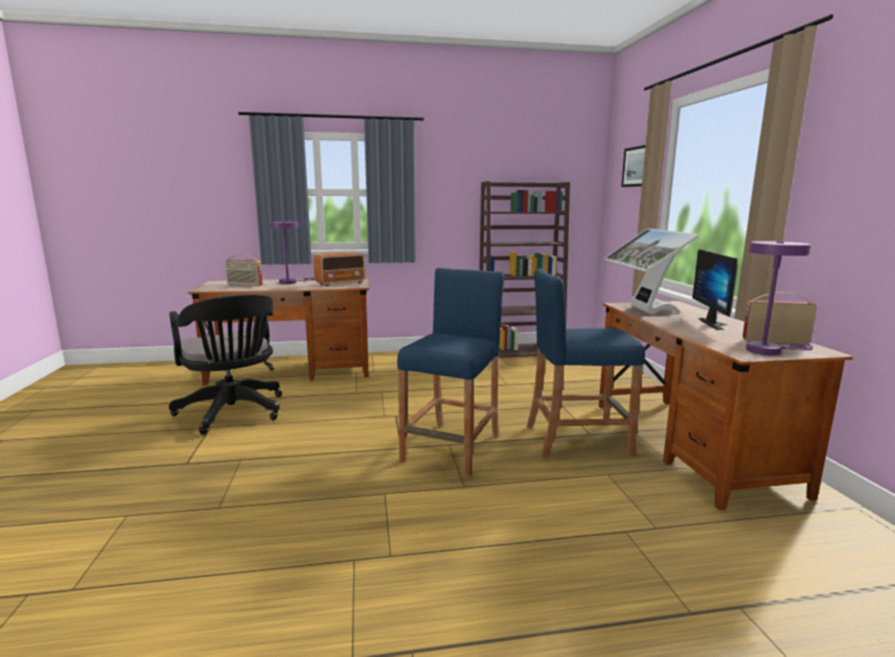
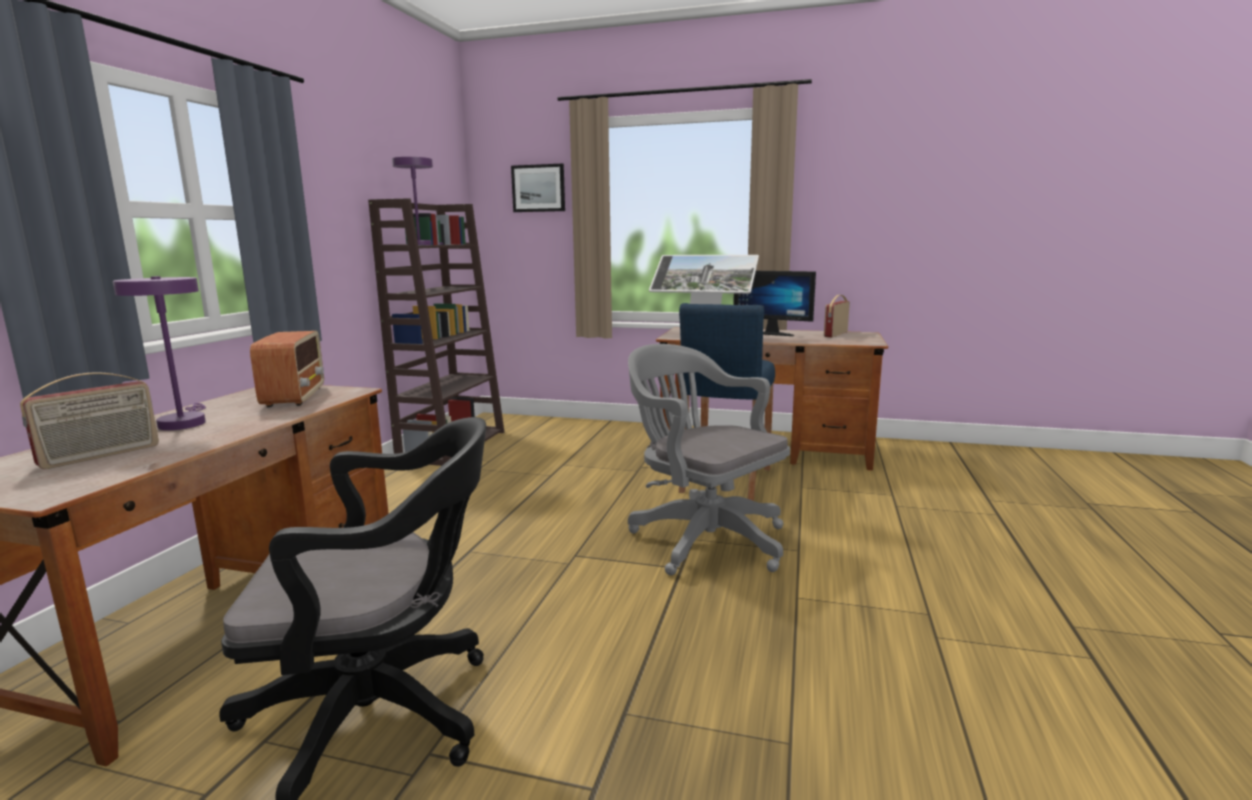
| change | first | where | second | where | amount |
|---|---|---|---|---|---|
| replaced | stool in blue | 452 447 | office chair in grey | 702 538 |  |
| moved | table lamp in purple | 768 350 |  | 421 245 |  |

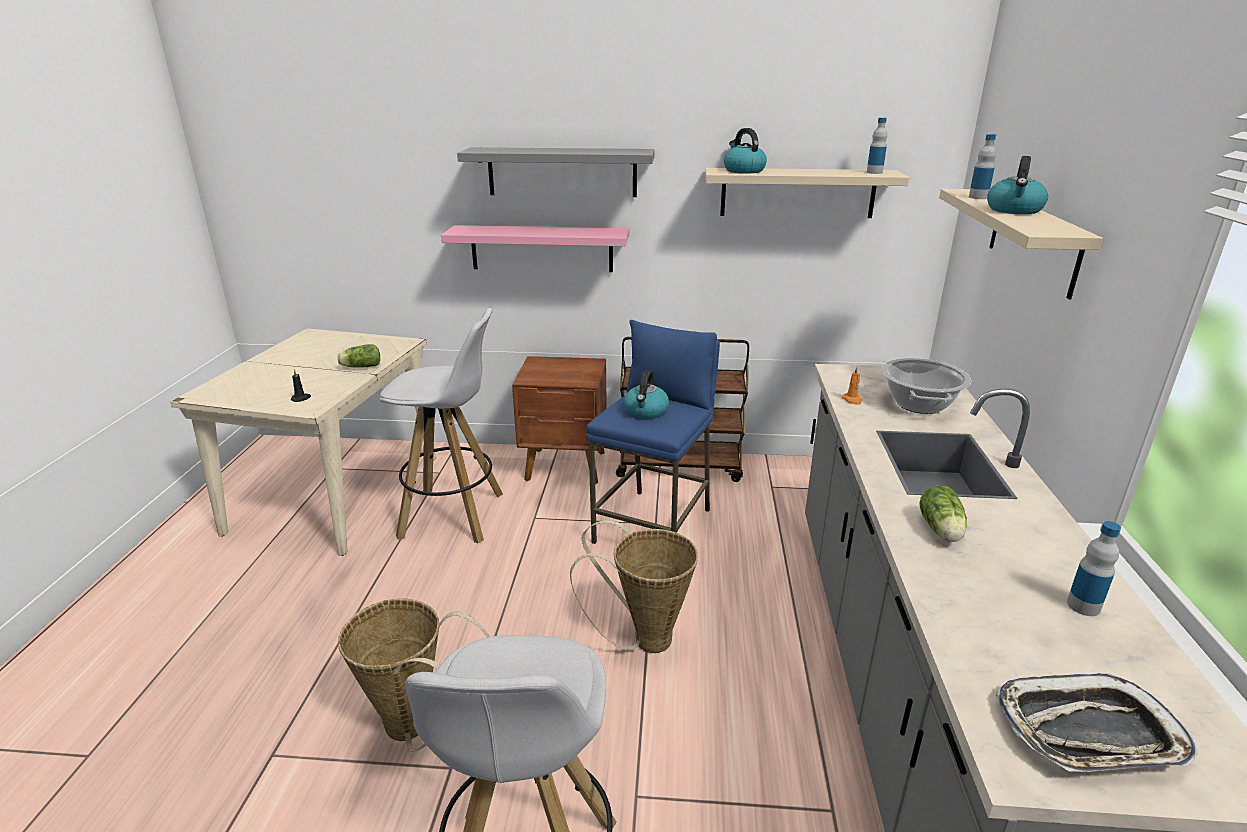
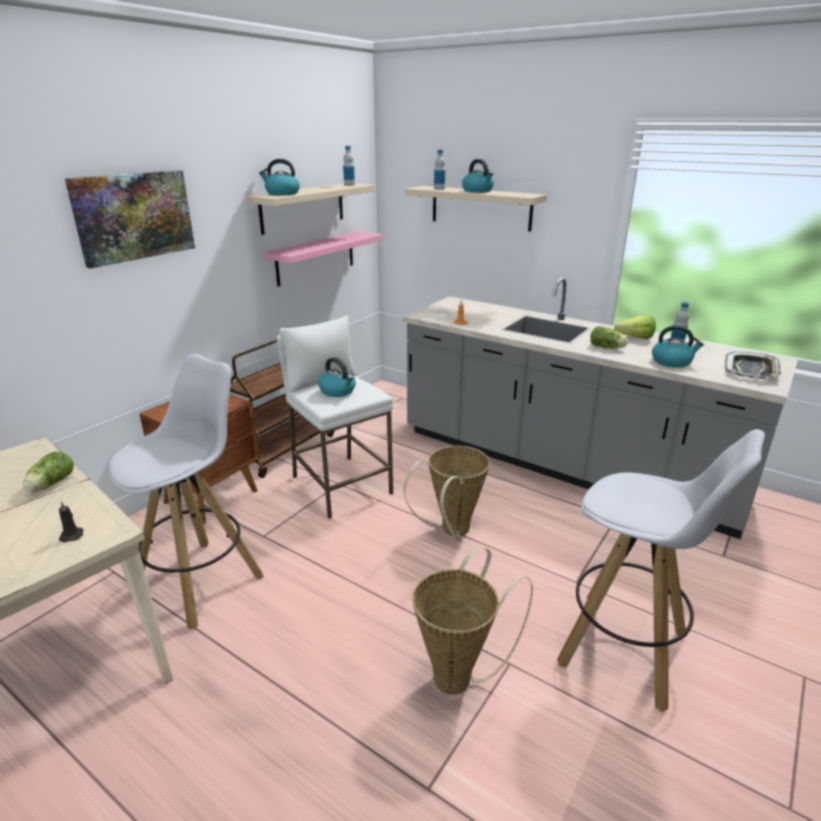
| change | first | where | second | where | amount |
|---|---|---|---|---|---|
| moved | shelf in pink | 542 248 |  | 316 258 |  |
| replaced | shelf in grey | 562 172 | picture | 134 216 |  |
| recoloured | stool in blue | 654 526 | stool in white | 340 485 |  |
| removed | cooking pot | 919 404 |  |  |  |
| added |  |  | lettuce | 631 338 |  |
| added |  |  | kettle | 672 361 |  |

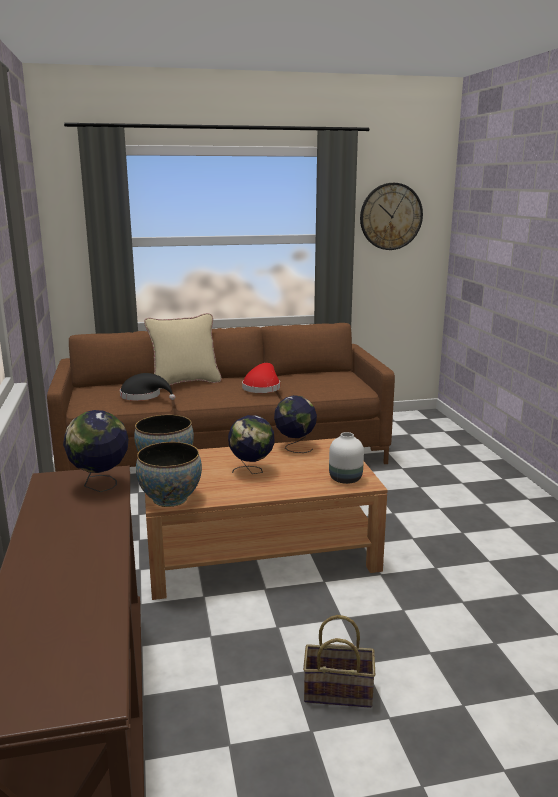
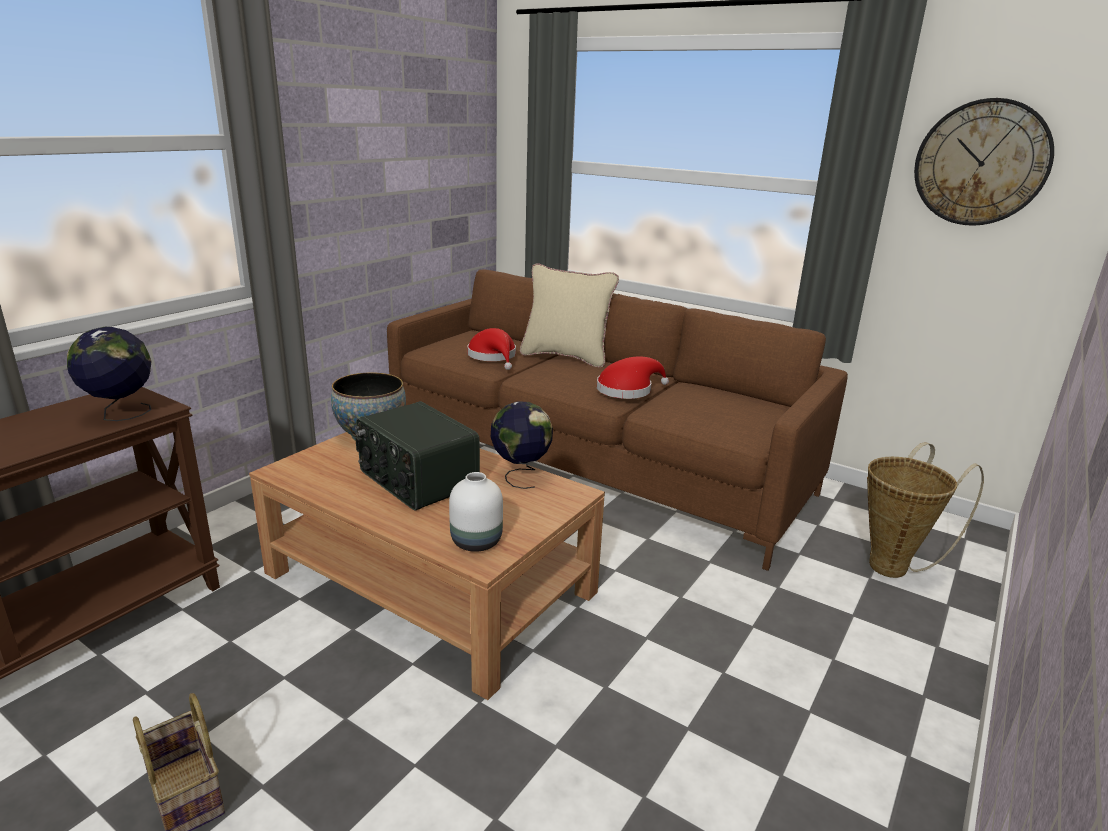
| change | first | where | second | where | amount |
|---|---|---|---|---|---|
| recoloured | hat in black | 144 396 | hat in red | 493 357 |  |
| removed | bowl | 170 499 |  |  |  |
| replaced | globe | 252 471 | radio | 417 480 |  |
| added |  |  | basket | 894 565 |  |

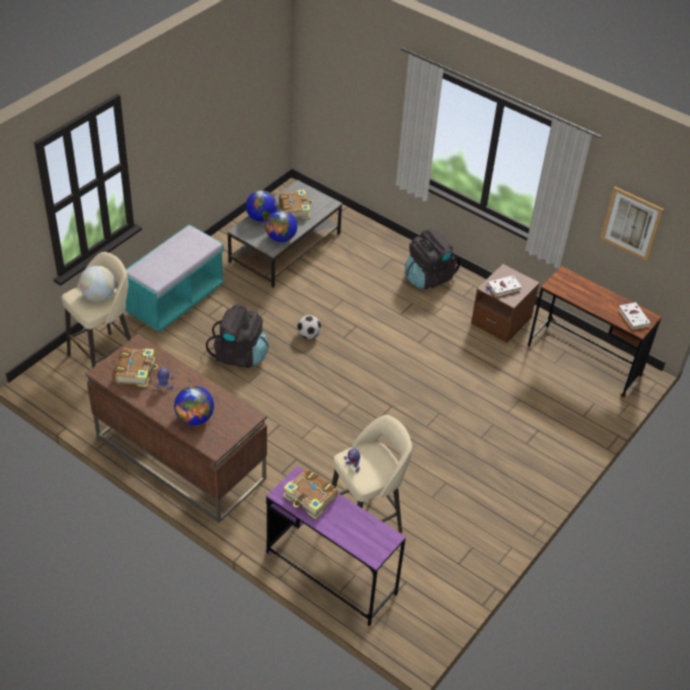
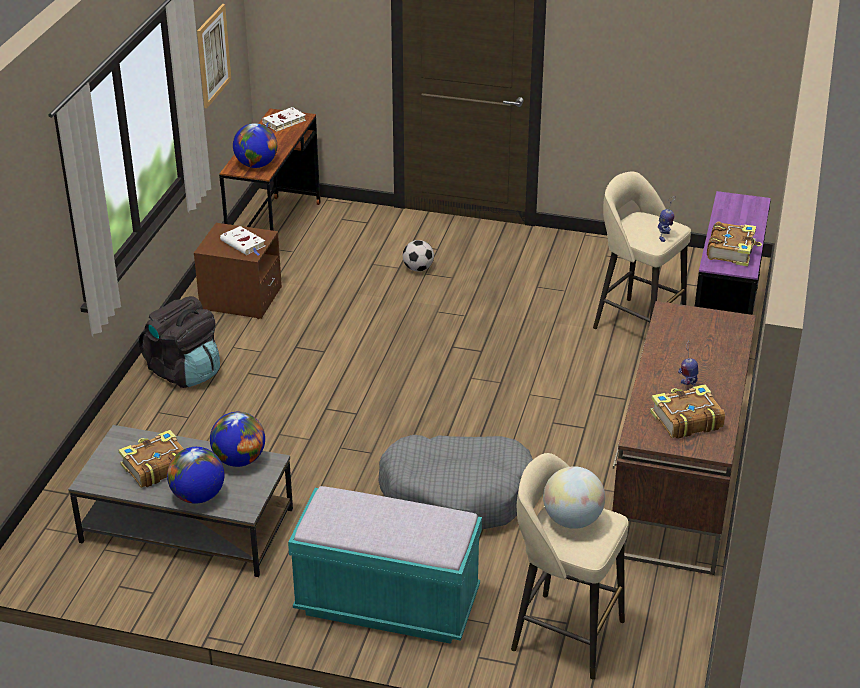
| change | first | where | second | where | amount |
|---|---|---|---|---|---|
| moved | globe | 195 418 |  | 256 165 |  |
| replaced | backpack in black | 239 355 | dog bed in grey | 458 495 |  |
| moved | football | 308 335 |  | 418 269 |  |

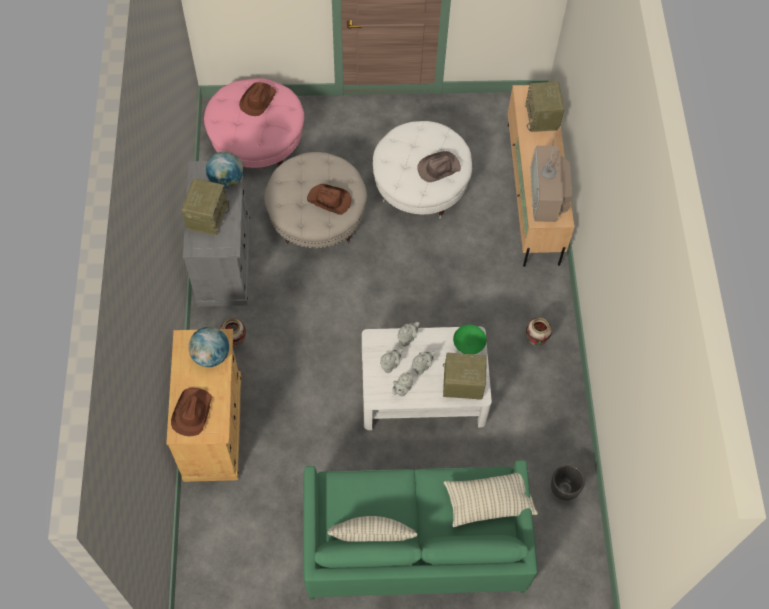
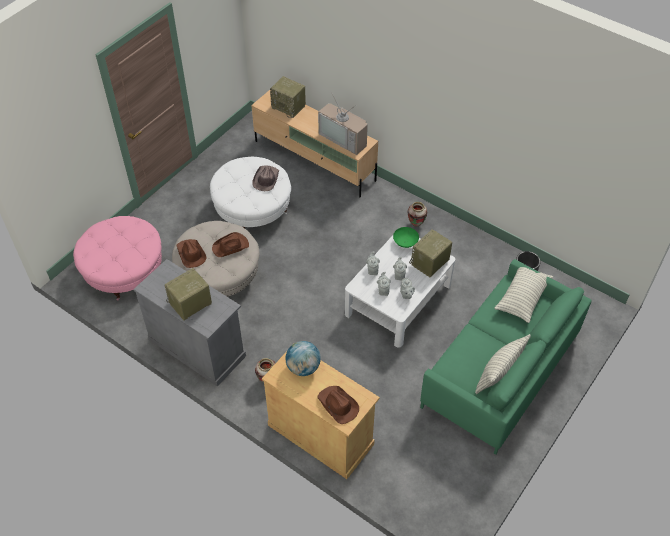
| change | first | where | second | where | amount |
|---|---|---|---|---|---|
| turned | radio | 207 216 |  | 190 304 | 90 degrees counterclockwise |
| removed | globe | 226 180 |  |  |  |
| moved | hat in brown | 258 100 |  | 191 254 |  |

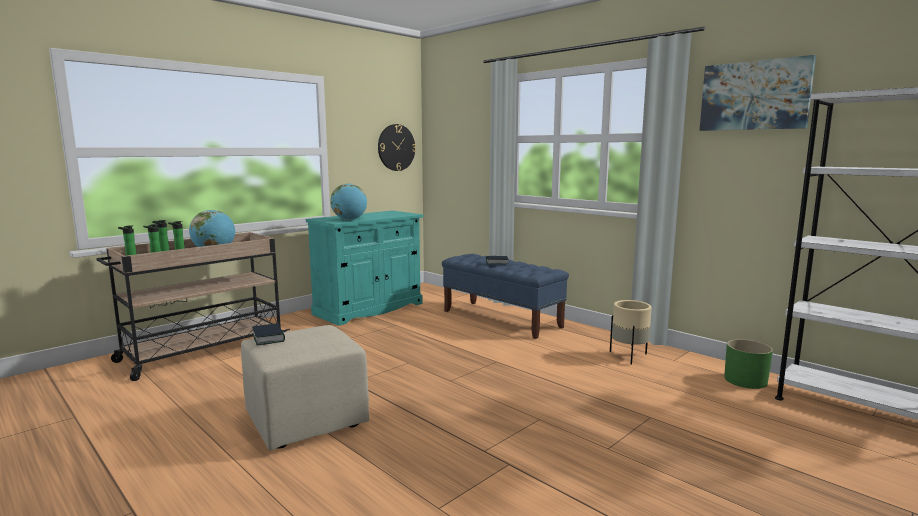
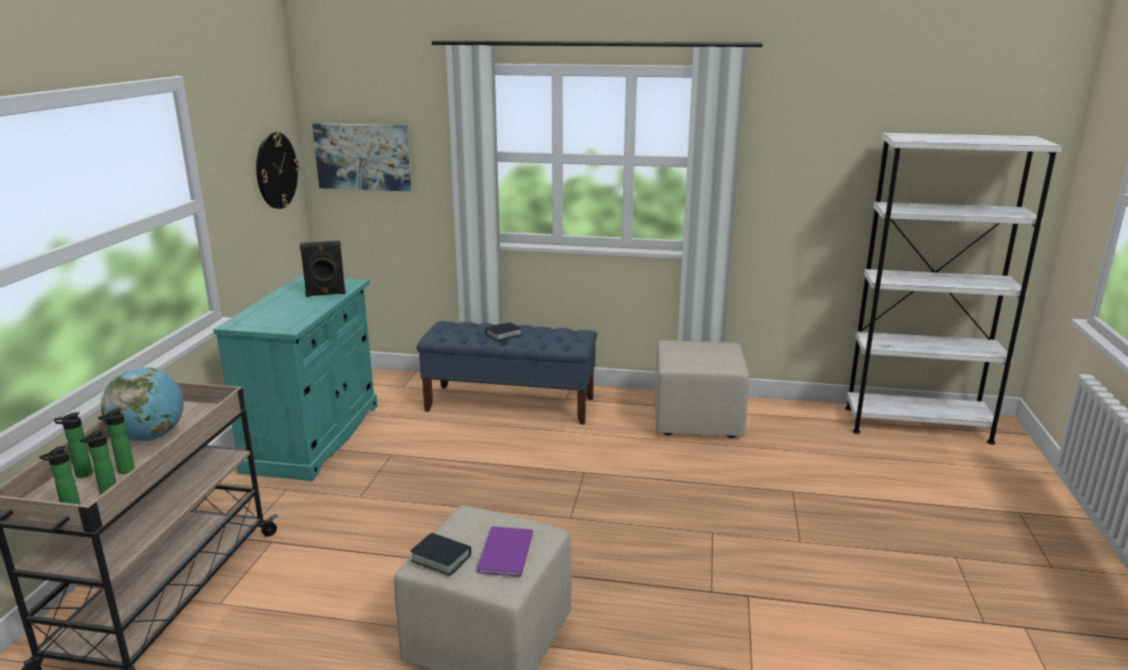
| change | first | where | second | where | amount |
|---|---|---|---|---|---|
| removed | globe | 349 220 |  |  |  |
| replaced | planter in beige | 629 356 | ottoman in beige | 698 420 |  |
| moved | picture | 754 95 |  | 363 156 |  |
| removed | planter in green | 746 380 |  |  |  |
| added |  |  | speaker in black | 325 294 |  |
| added |  |  | book in purple | 503 553 |  |

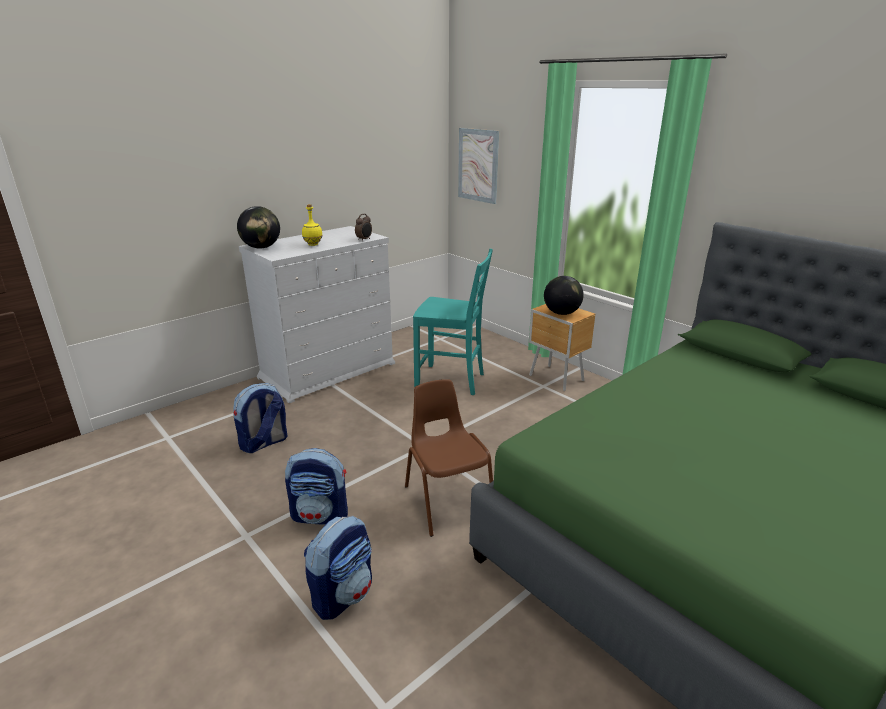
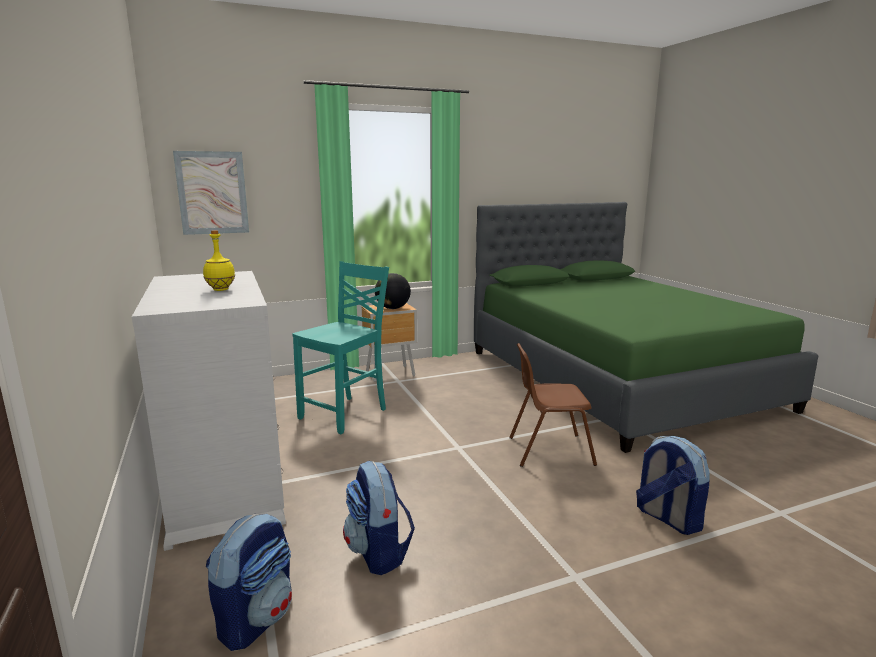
| change | first | where | second | where | amount |
|---|---|---|---|---|---|
| removed | globe | 261 247 |  |  |  |
| moved | backpack | 321 515 |  | 256 618 |  |
| removed | alarm clock | 364 239 |  |  |  |

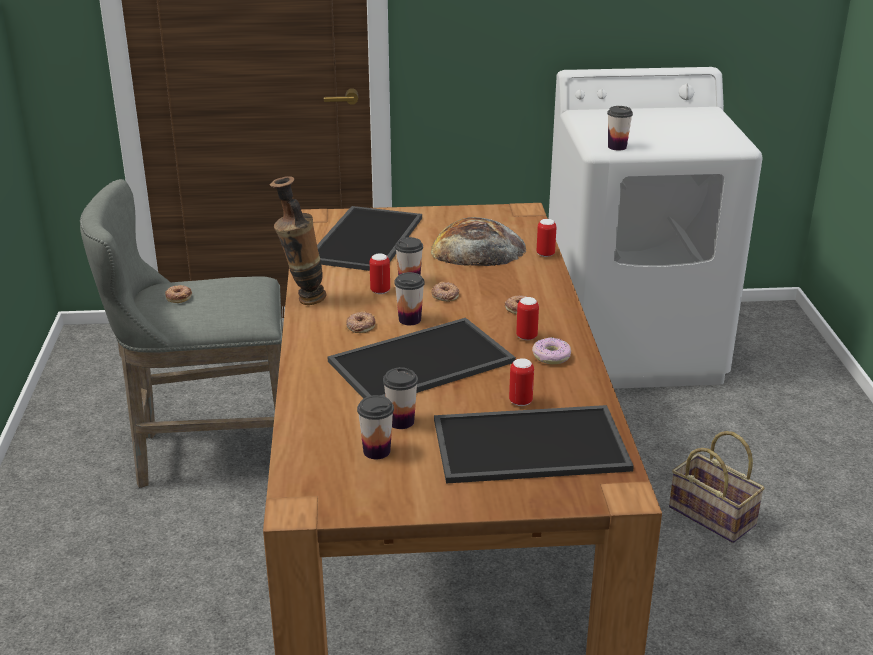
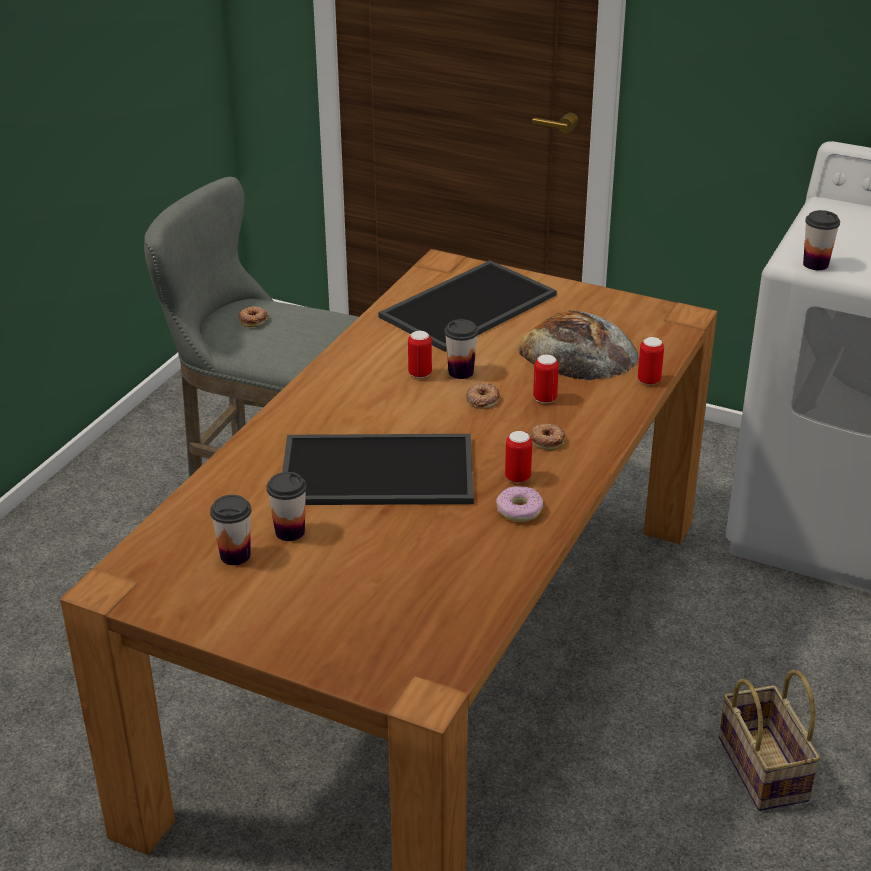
| change | first | where | second | where | amount |
|---|---|---|---|---|---|
| removed | vase | 302 300 |  |  |  |
| removed | donut | 360 326 |  |  |  |
| removed | cup | 409 320 |  |  |  |
| removed | tray | 528 447 |  |  |  |
| moved | can | 520 401 |  | 545 399 |  |

